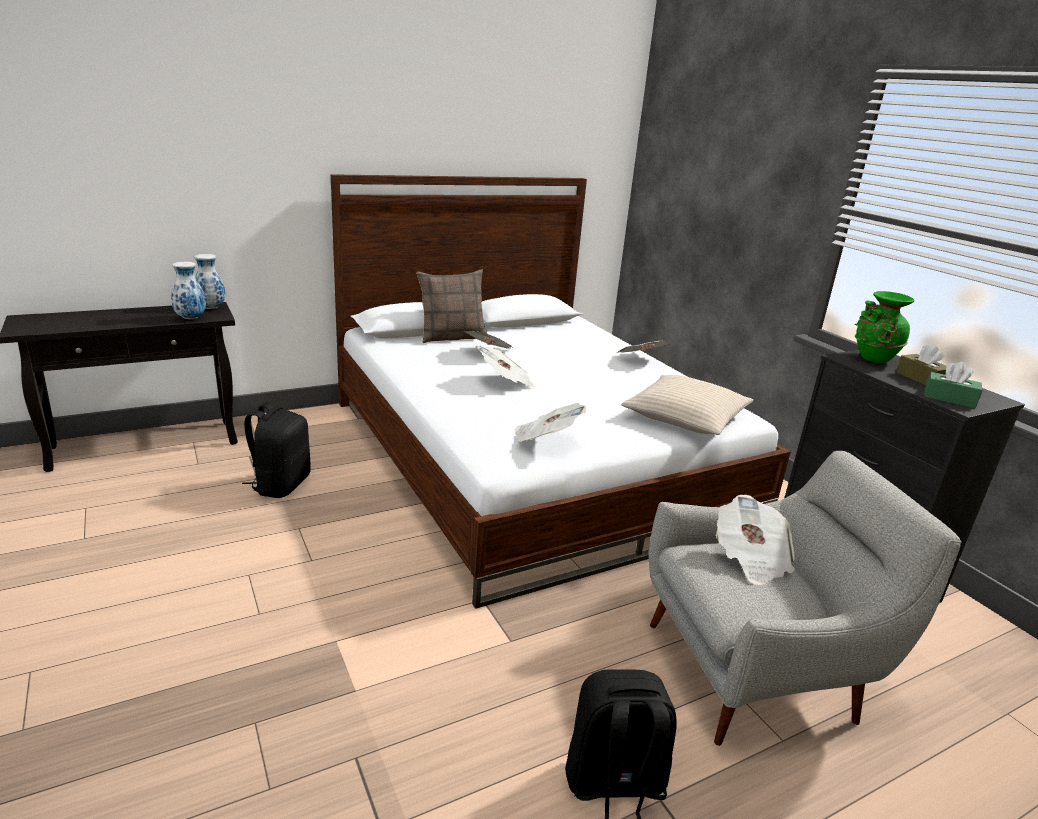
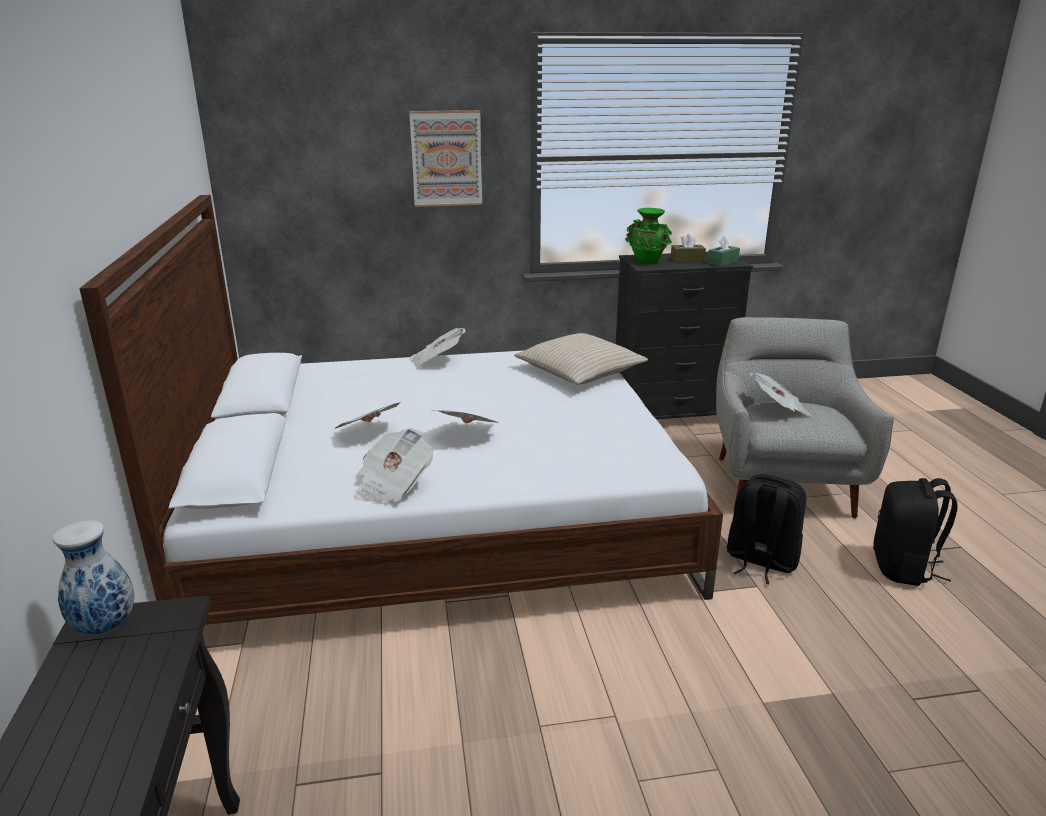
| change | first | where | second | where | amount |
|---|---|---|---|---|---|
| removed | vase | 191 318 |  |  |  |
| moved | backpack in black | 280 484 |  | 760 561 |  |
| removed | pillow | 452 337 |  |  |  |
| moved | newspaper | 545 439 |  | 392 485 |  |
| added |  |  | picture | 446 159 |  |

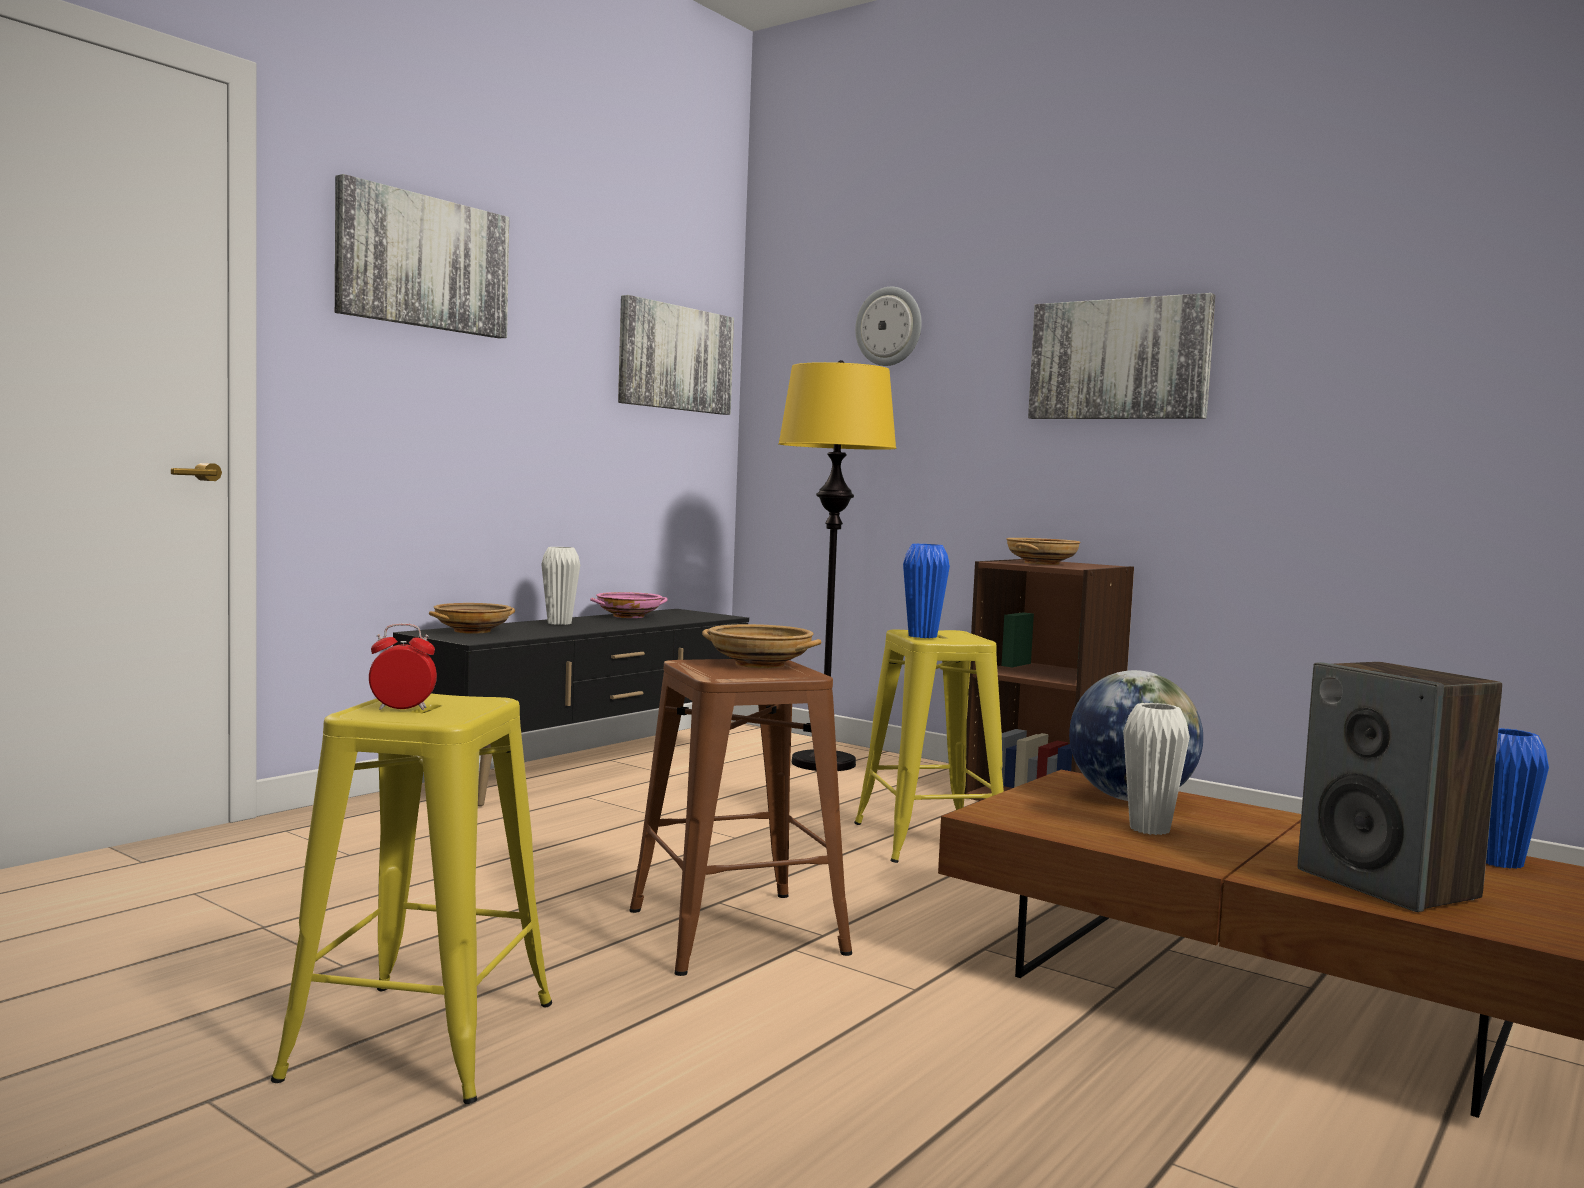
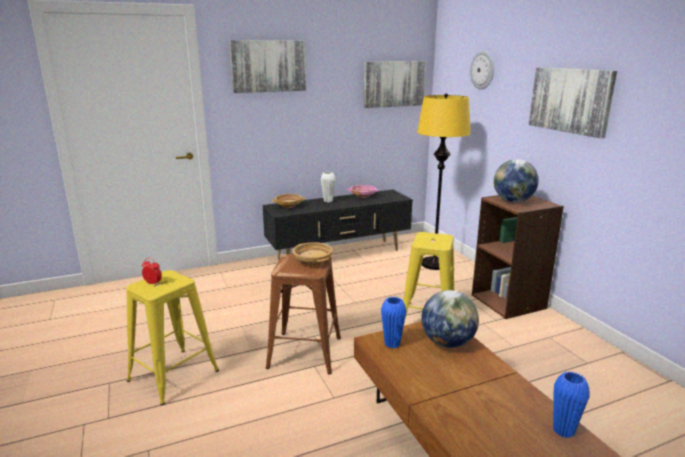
| change | first | where | second | where | amount |
|---|---|---|---|---|---|
| moved | vase in blue | 922 636 |  | 392 344 |  |
| replaced | bowl in beige | 1042 563 | globe | 513 201 |  |
| removed | vase in white | 1149 829 |  |  |  |
| removed | speaker | 1389 884 |  |  |  |

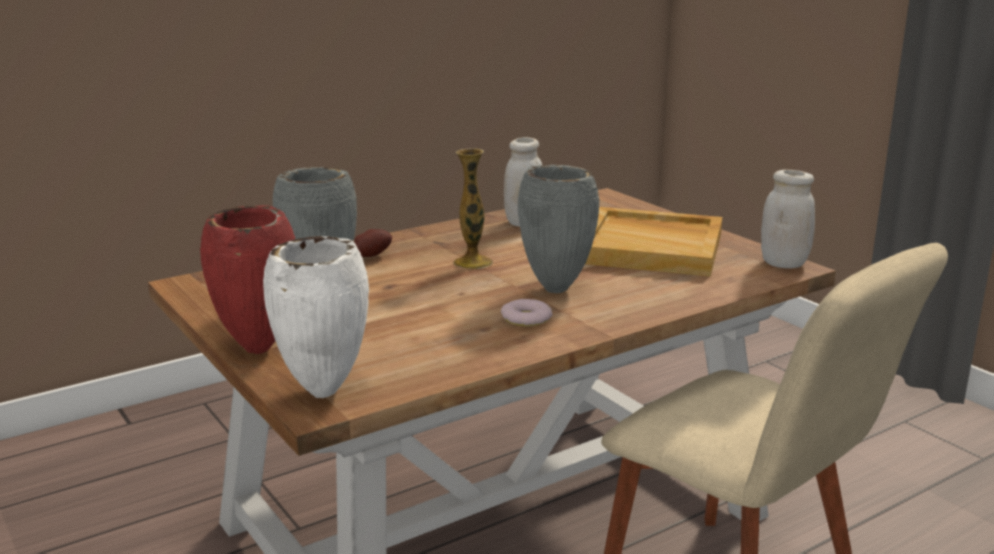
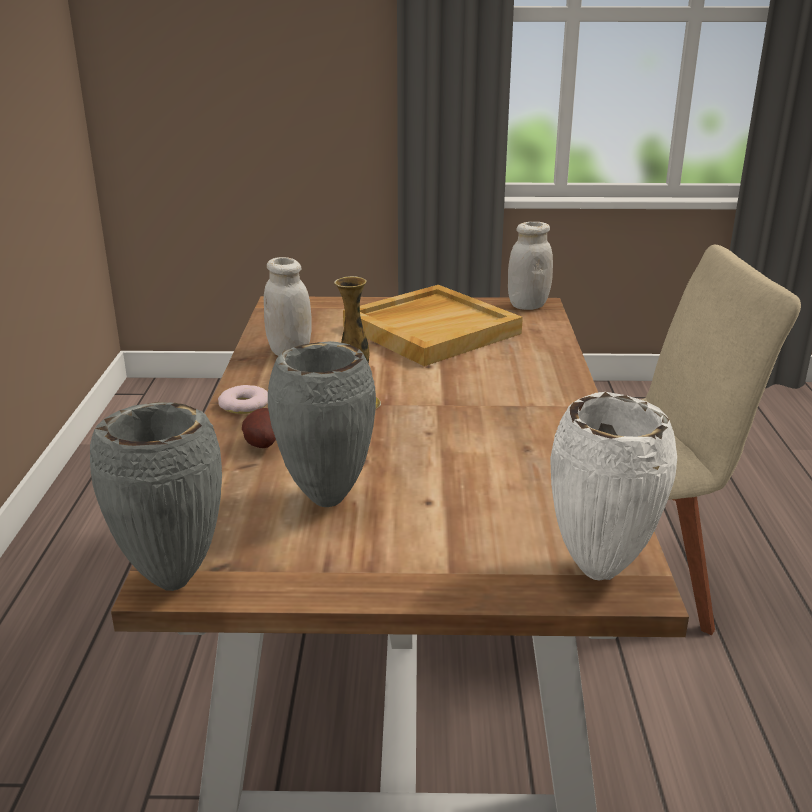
| change | first | where | second | where | amount |
|---|---|---|---|---|---|
| removed | vase in red | 259 350 |  |  |  |
| moved | donut | 526 318 |  | 244 405 |  |
| moved | vase in grey | 557 289 |  | 174 580 |  |

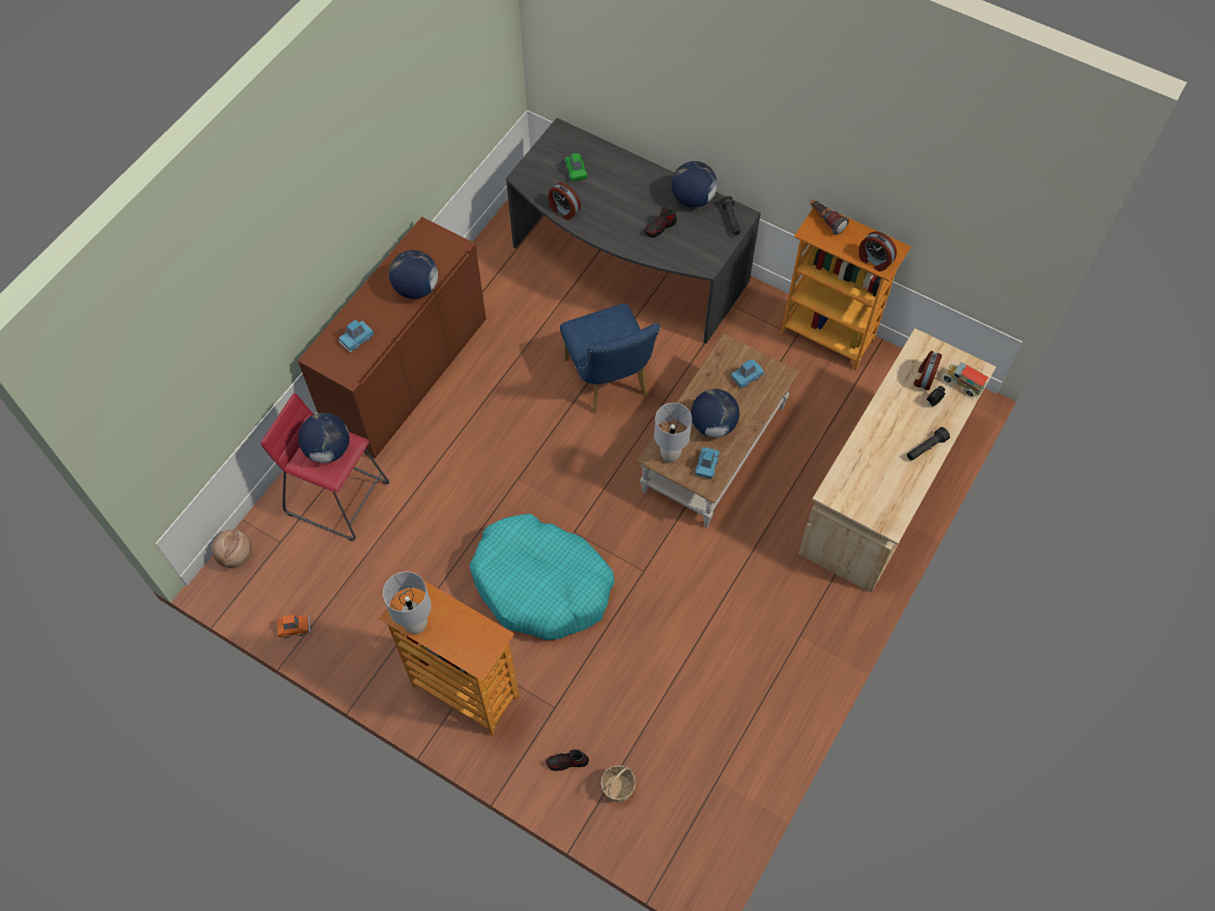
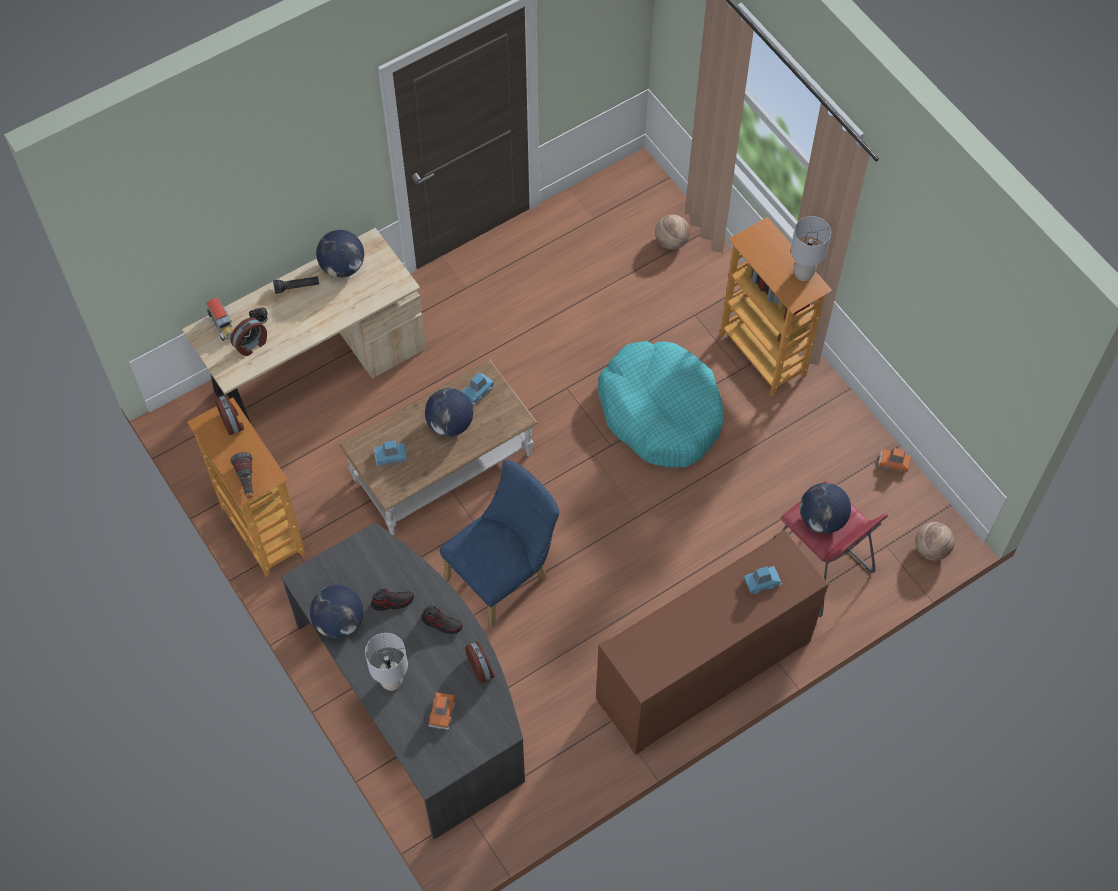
| change | first | where | second | where | amount |
|---|---|---|---|---|---|
| moved | globe | 416 289 |  | 343 267 |  |
| moved | shoe | 567 762 |  | 442 623 |  |
| turned | chair in blue | 609 382 |  | 504 575 | 45 degrees clockwise |
| recoloured | toy car in green | 576 171 | toy car in orange | 442 713 |  |
| replaced | basket | 618 788 | basketball | 671 242 |  |
| moved | table lamp in grey | 670 455 |  | 392 681 |  |
| removed | flashlight in black | 730 220 |  |  |  |

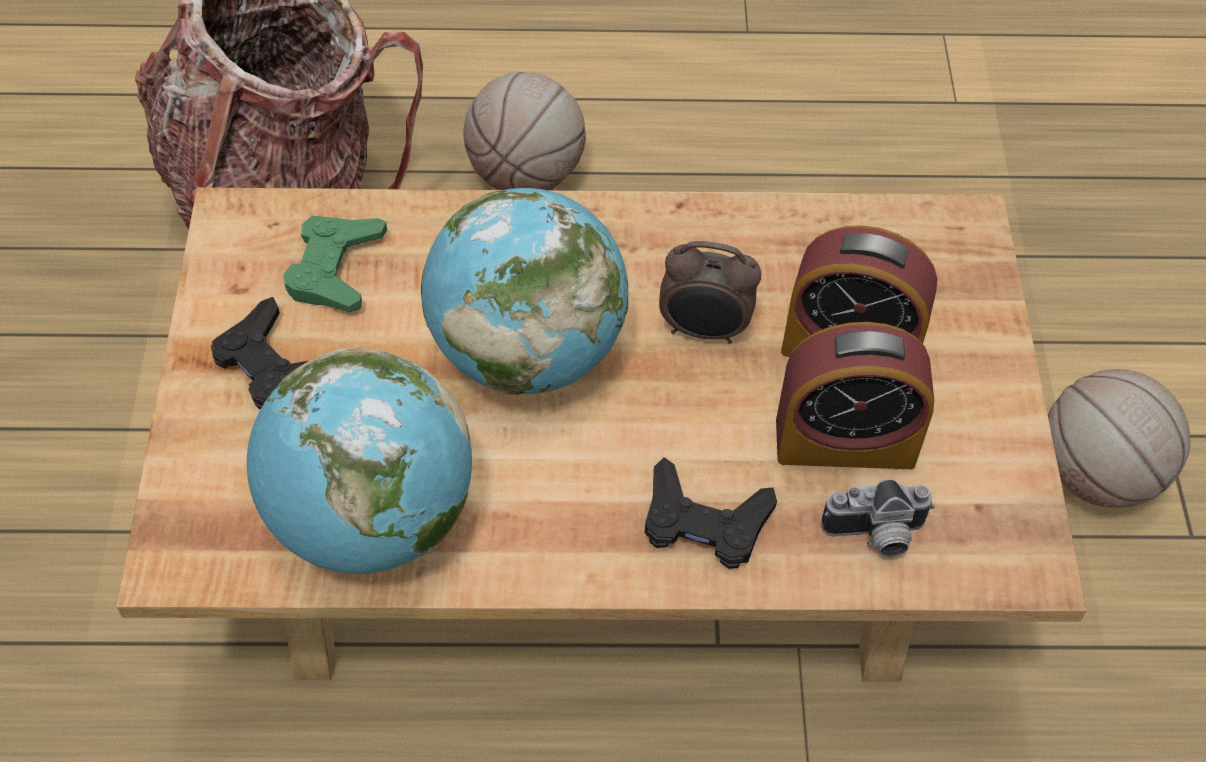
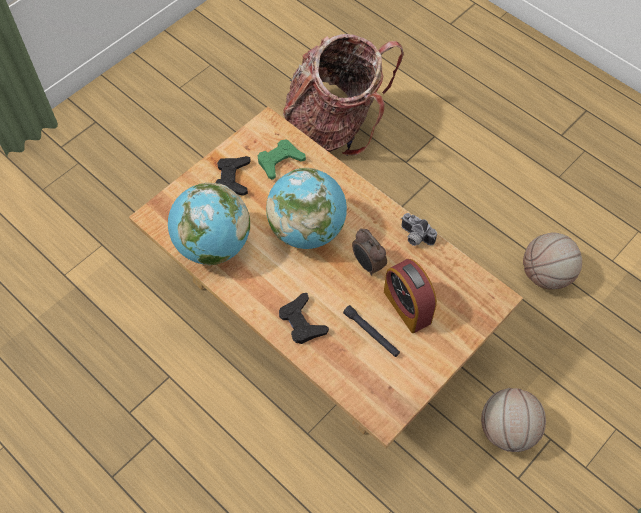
| change | first | where | second | where | amount |
|---|---|---|---|---|---|
| moved | basketball | 526 175 |  | 546 275 |  |
| replaced | alarm clock | 845 442 | flashlight in black | 371 333 |  |
| moved | photo camera | 875 536 |  | 414 237 |  |

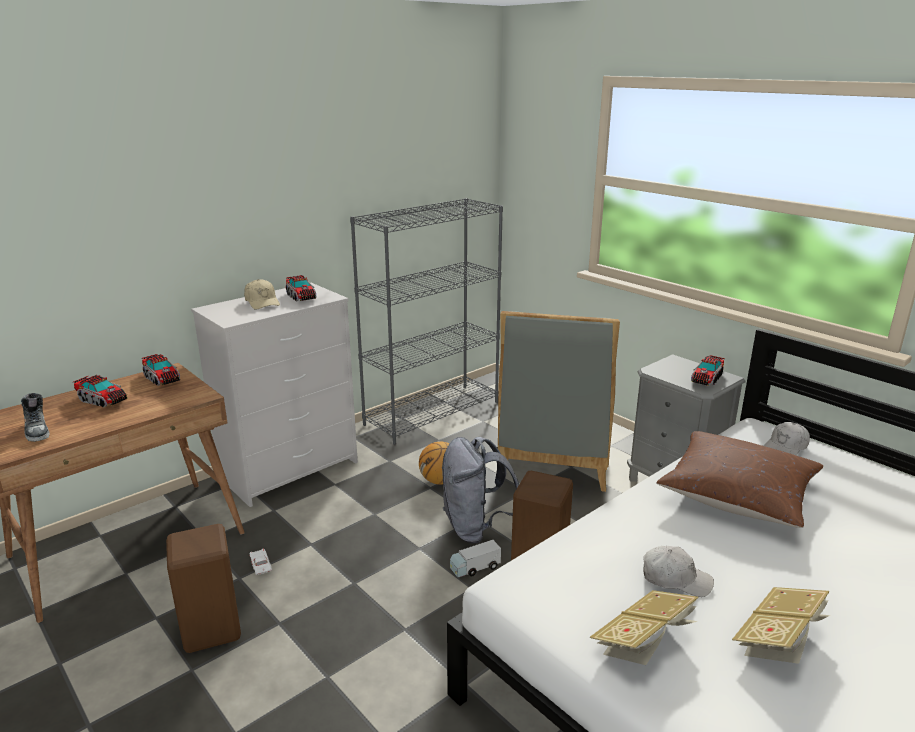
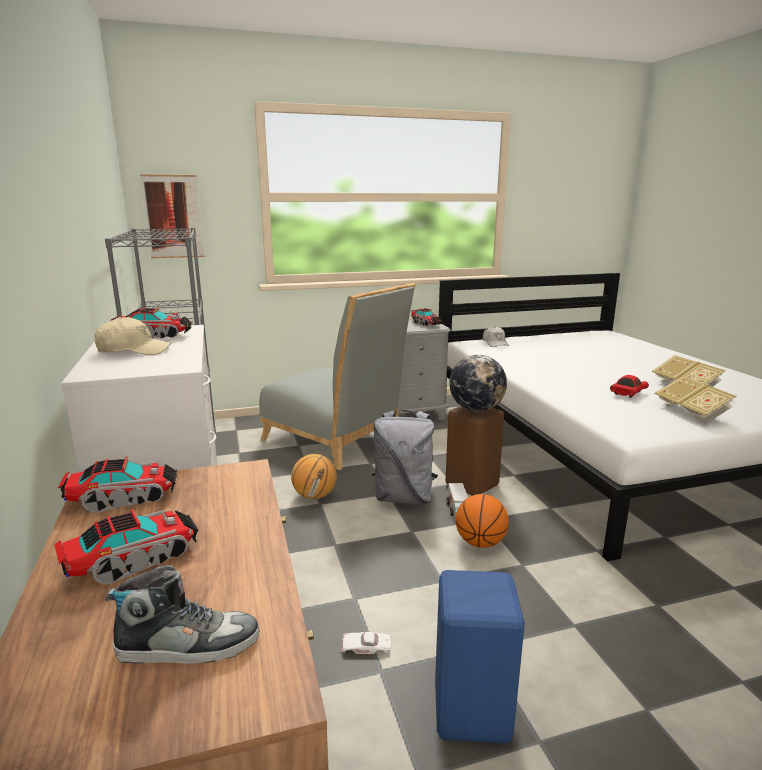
| change | first | where | second | where | amount |
|---|---|---|---|---|---|
| recoloured | stool in brown | 210 631 | stool in blue | 474 713 |  |
| replaced | cap in white | 675 579 | toy car in red | 627 393 |  |
| removed | pillow in brown | 737 494 |  |  |  |
| added |  |  | picture | 173 217 |  |
| added |  |  | globe | 476 409 |  |
| added |  |  | basketball | 480 543 |  |

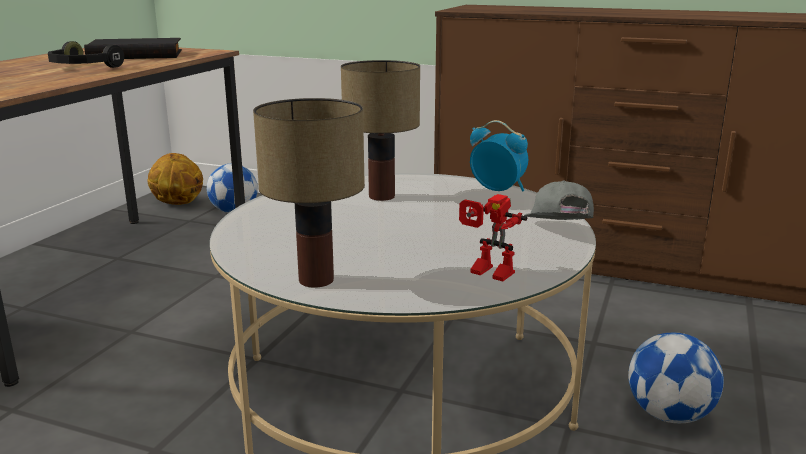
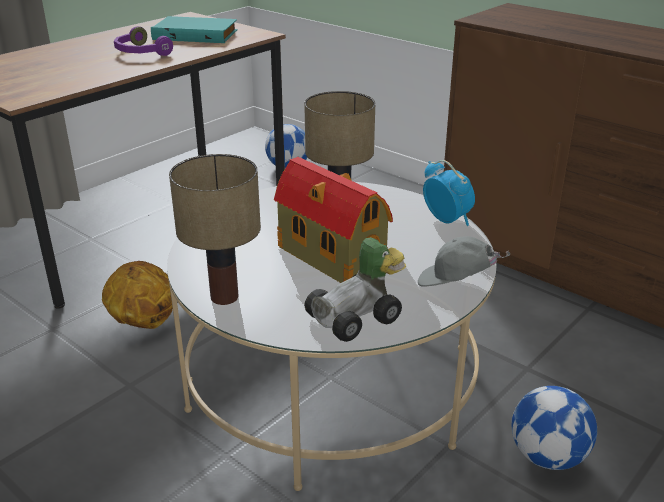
| change | first | where | second | where | amount |
|---|---|---|---|---|---|
| recoloured | headphones in black | 81 67 | headphones in purple | 140 52 |  |
| recoloured | book in black | 137 55 | book in turquoise | 196 34 |  |
| moved | basketball | 177 203 |  | 143 323 |  |
| replaced | toy robot | 487 273 | toy car | 358 317 |  |
| turned | cap in grey | 557 233 |  | 455 284 | 90 degrees counterclockwise |
| added |  |  | toy house | 329 256 |  |

